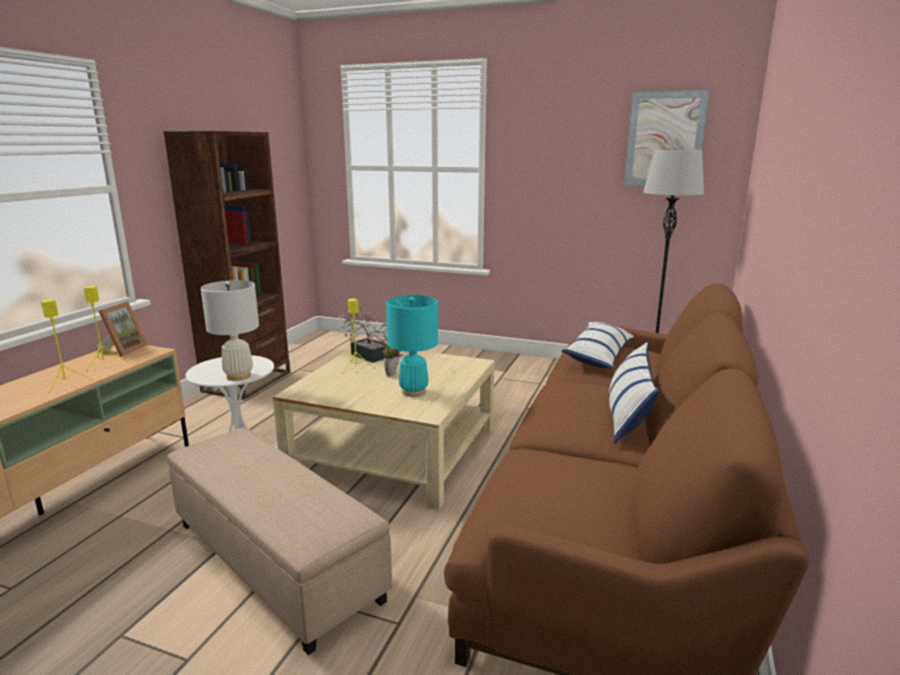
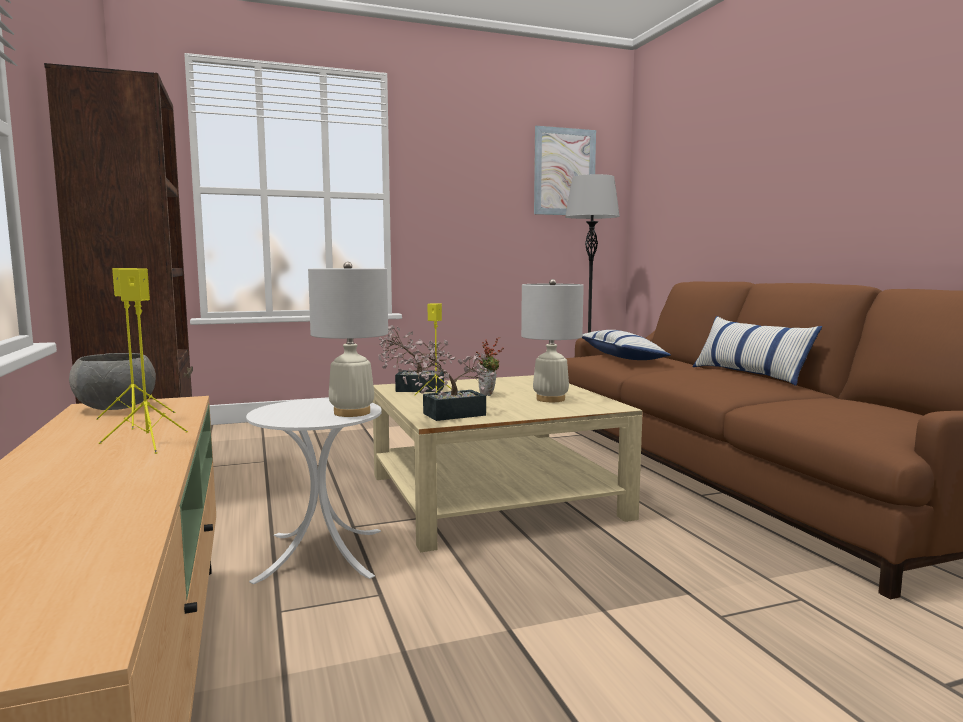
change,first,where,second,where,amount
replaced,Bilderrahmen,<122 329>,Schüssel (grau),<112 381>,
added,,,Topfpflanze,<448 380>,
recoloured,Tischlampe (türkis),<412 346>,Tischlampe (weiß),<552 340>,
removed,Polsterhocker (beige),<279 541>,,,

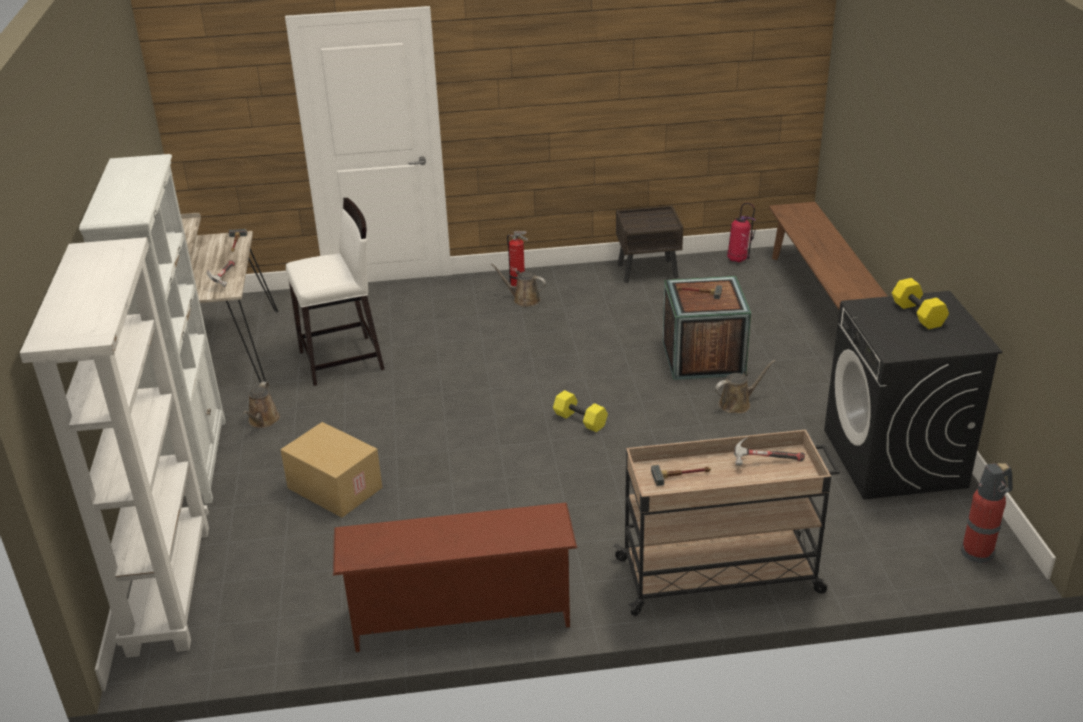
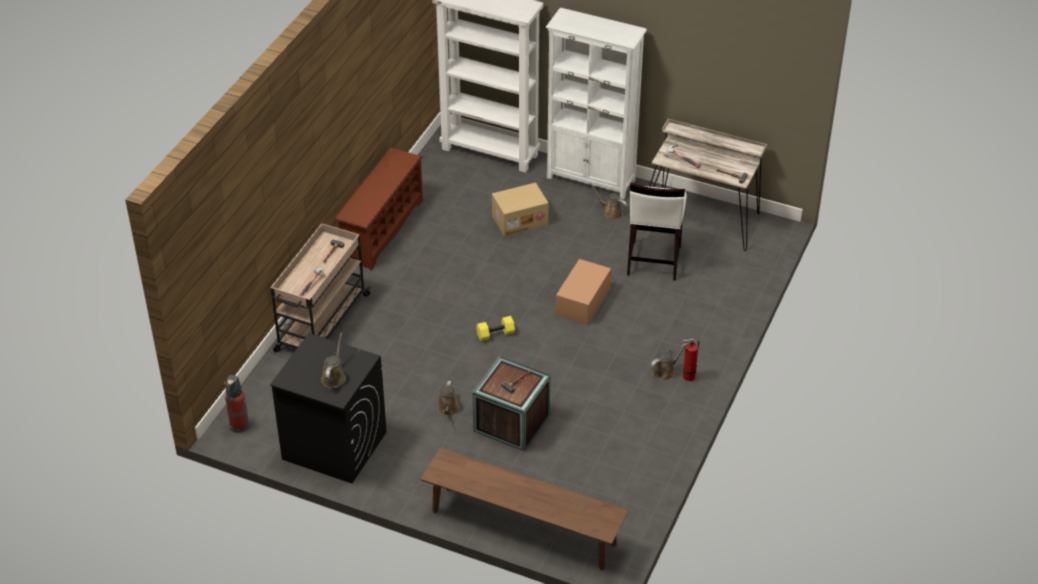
change,first,where,second,where,amount
replaced,Hantel (gelb),<920 303>,Gießkanne (braun),<333 360>,
added,,,Karton,<583 292>,
removed,Nachttisch (braun),<649 244>,,,
removed,Feuerlöscher,<741 232>,,,

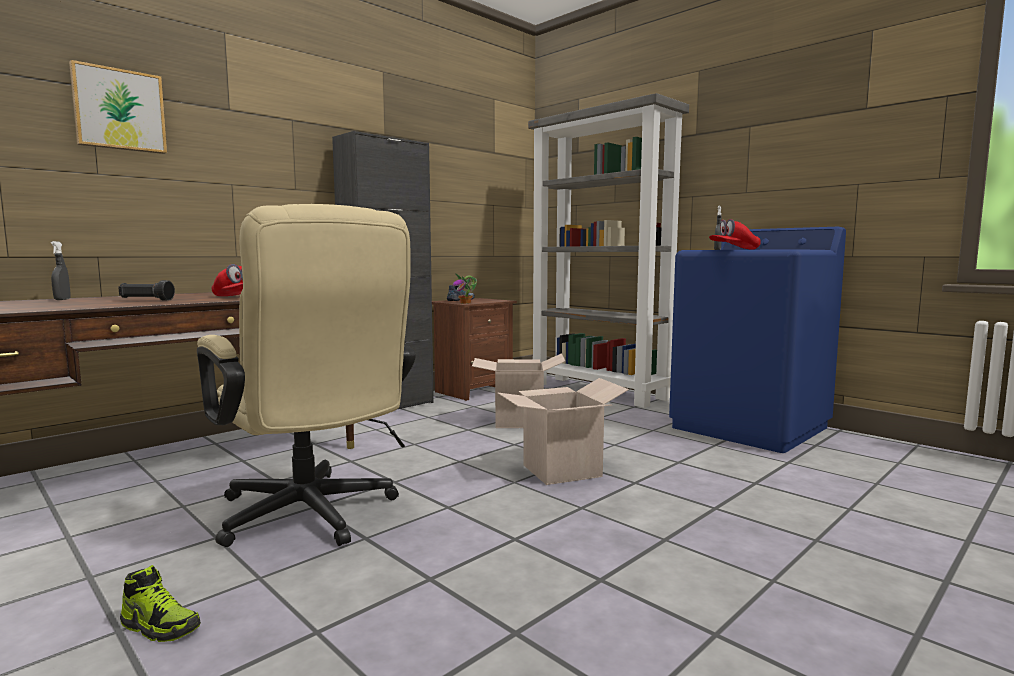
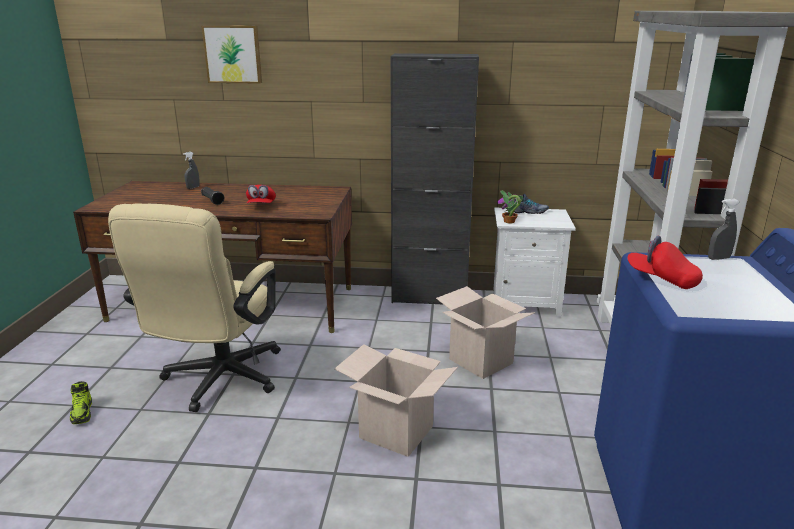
change,first,where,second,where,amount
recoloured,Nachttisch (braun),<474 349>,Nachttisch (weiß),<534 262>,

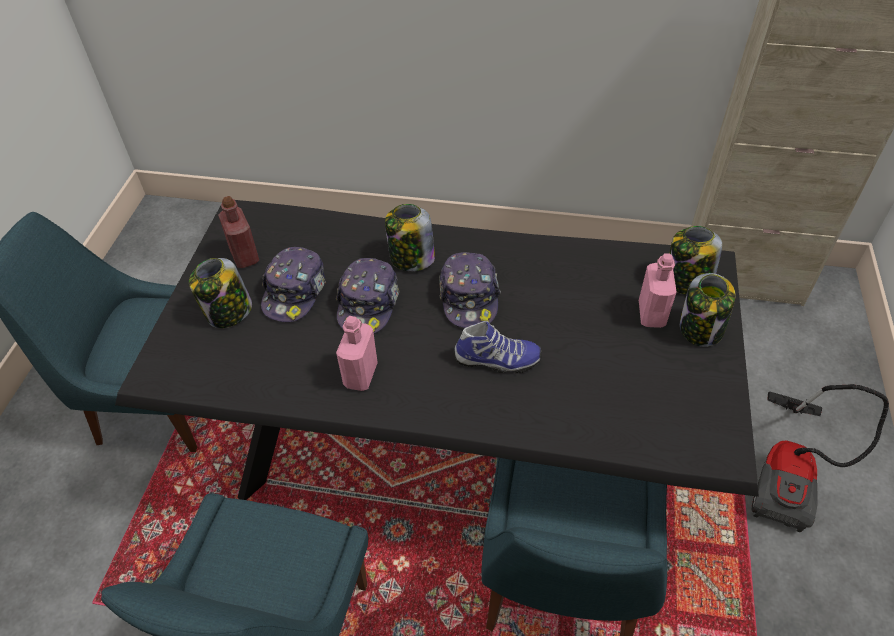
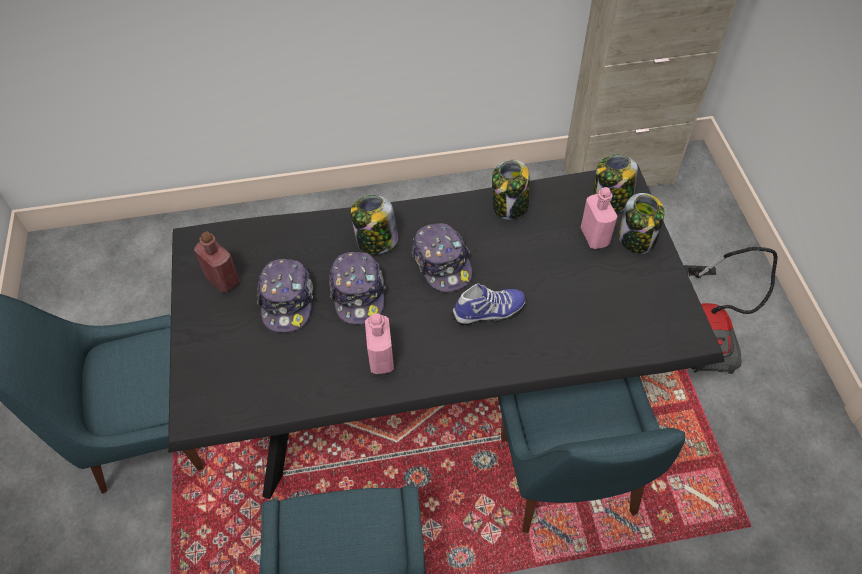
change,first,where,second,where,amount
moved,Vorratsglas,<220 293>,,<510 190>,

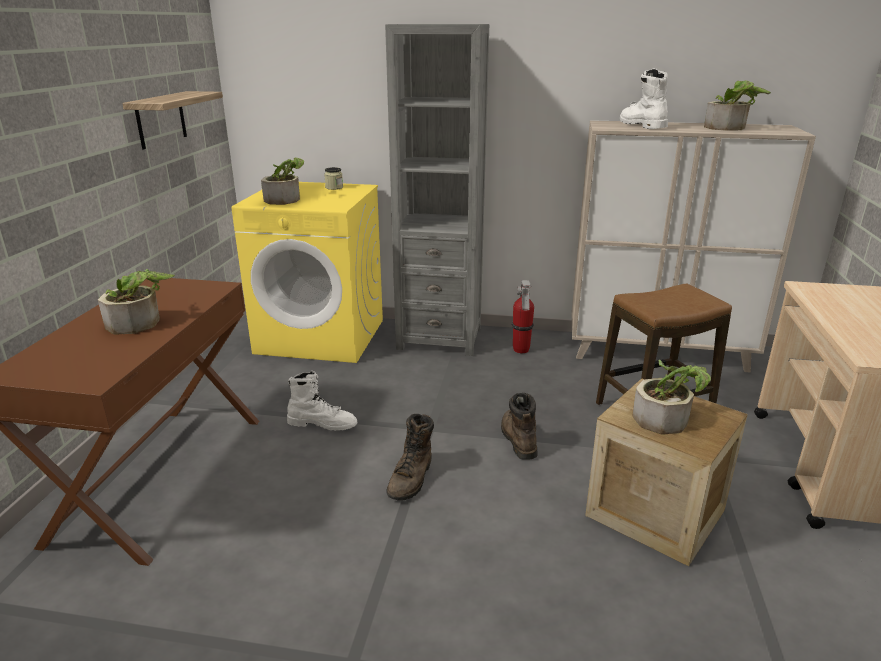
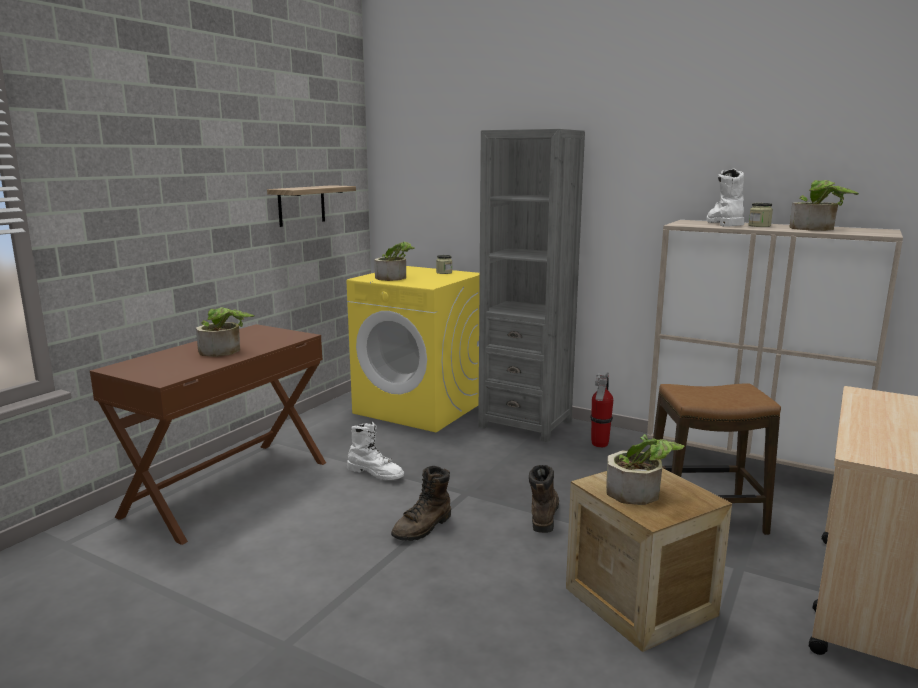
change,first,where,second,where,amount
added,,,Vorratsglas,<761 215>,

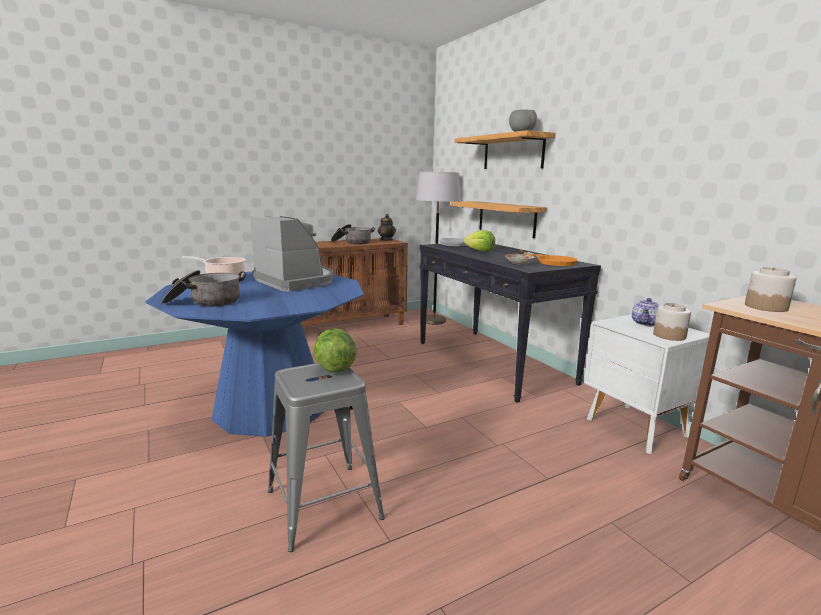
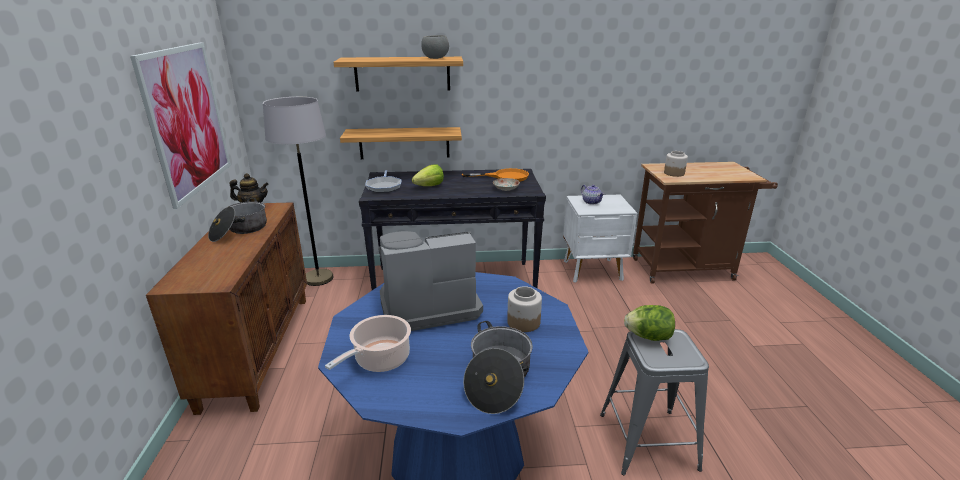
change,first,where,second,where,amount
added,,,Bild,<180 125>,
moved,Vorratsglas,<672 322>,,<524 309>,

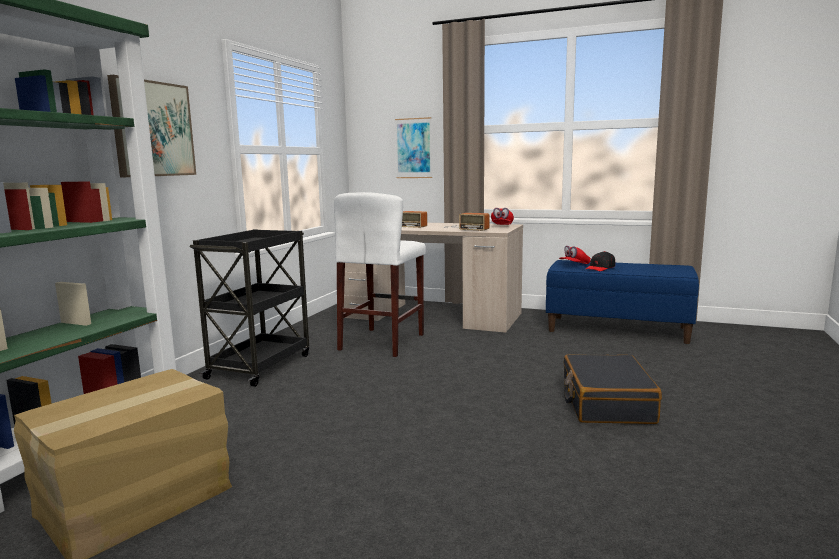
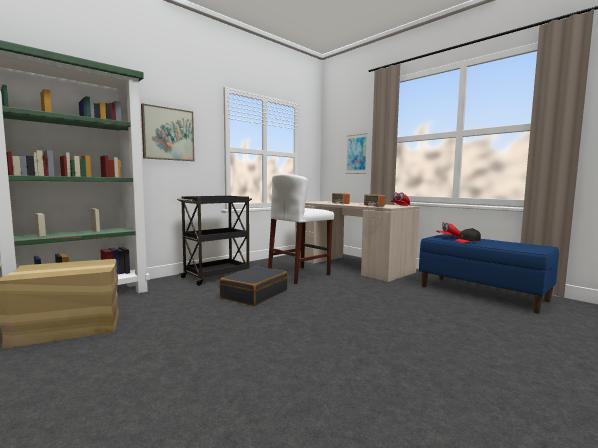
change,first,where,second,where,amount
moved,Koffer (schwarz),<613 389>,,<254 286>,

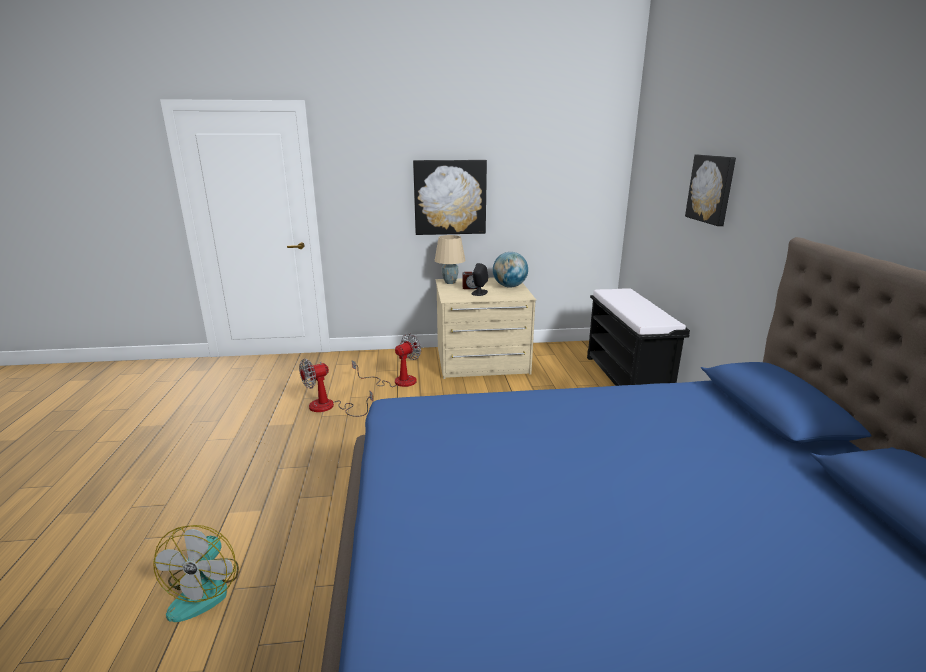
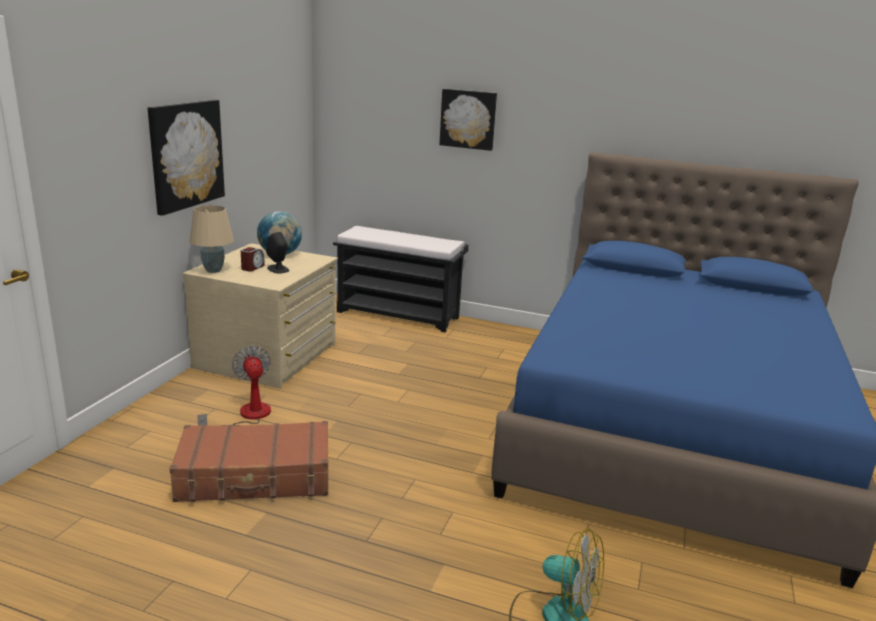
change,first,where,second,where,amount
replaced,Ventilator,<336 388>,Koffer (braun),<248 461>,

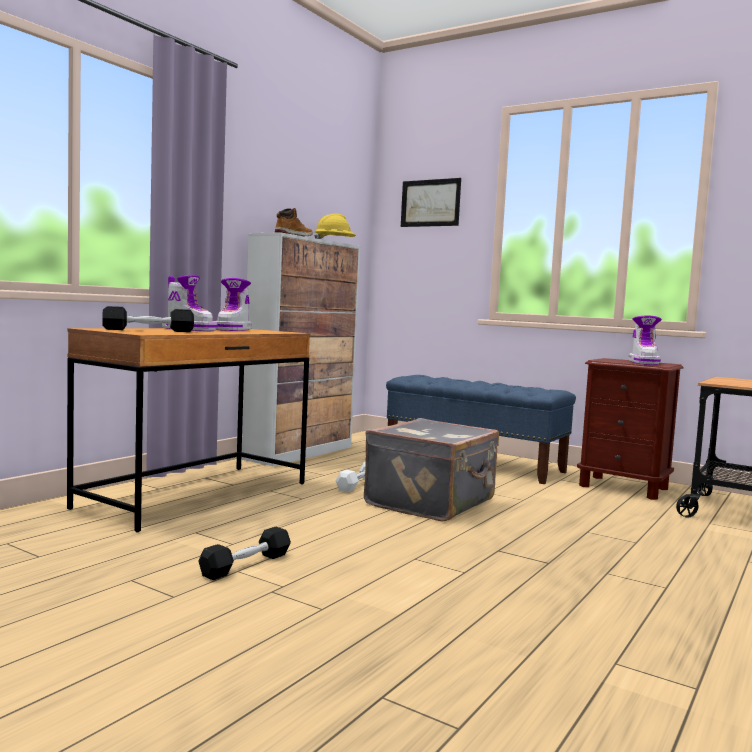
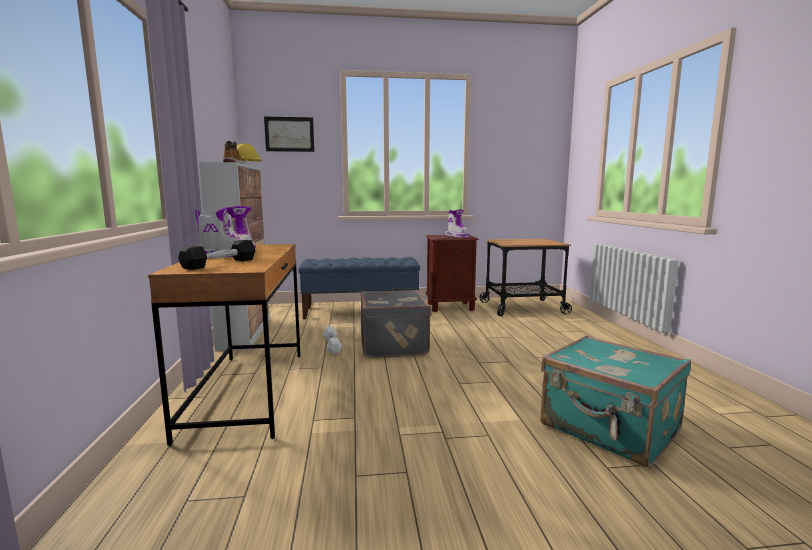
change,first,where,second,where,amount
added,,,Koffer (türkis),<616 401>,
removed,Hantel (schwarz),<244 553>,,,

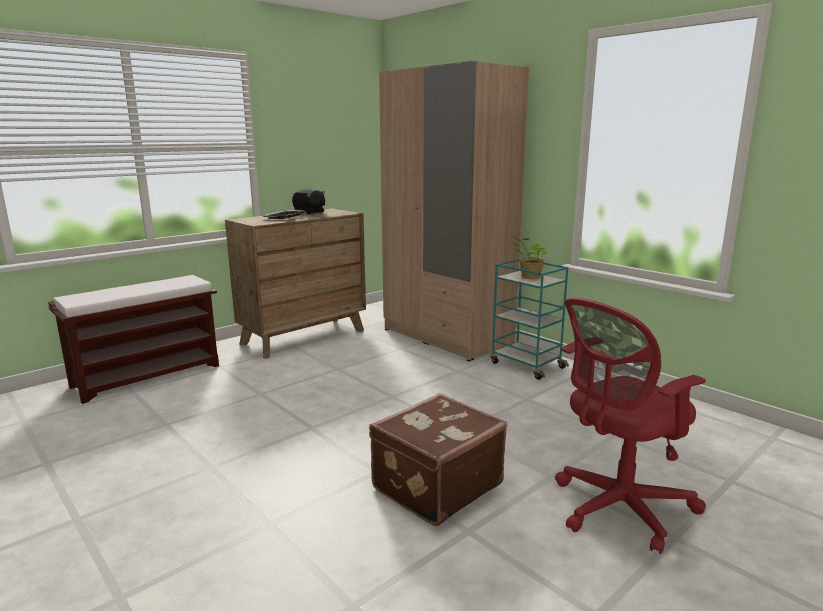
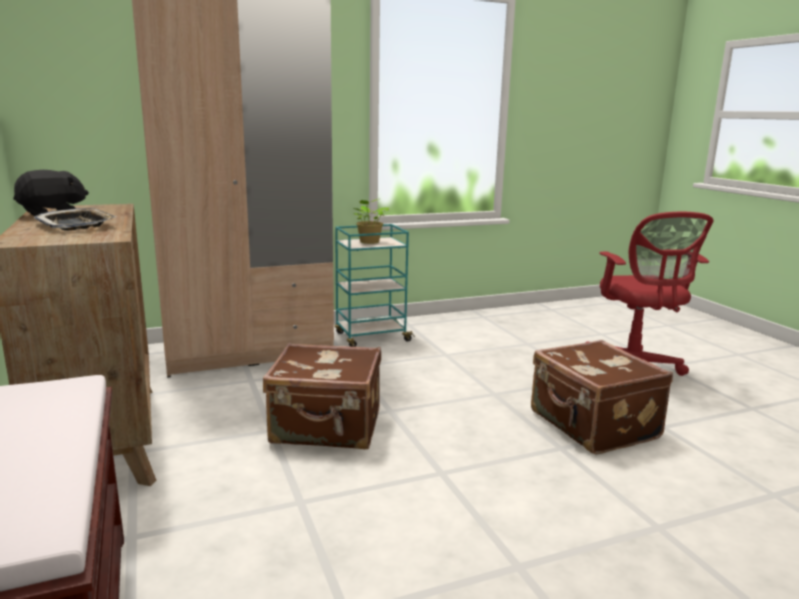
change,first,where,second,where,amount
added,,,Koffer (braun),<322 396>,

